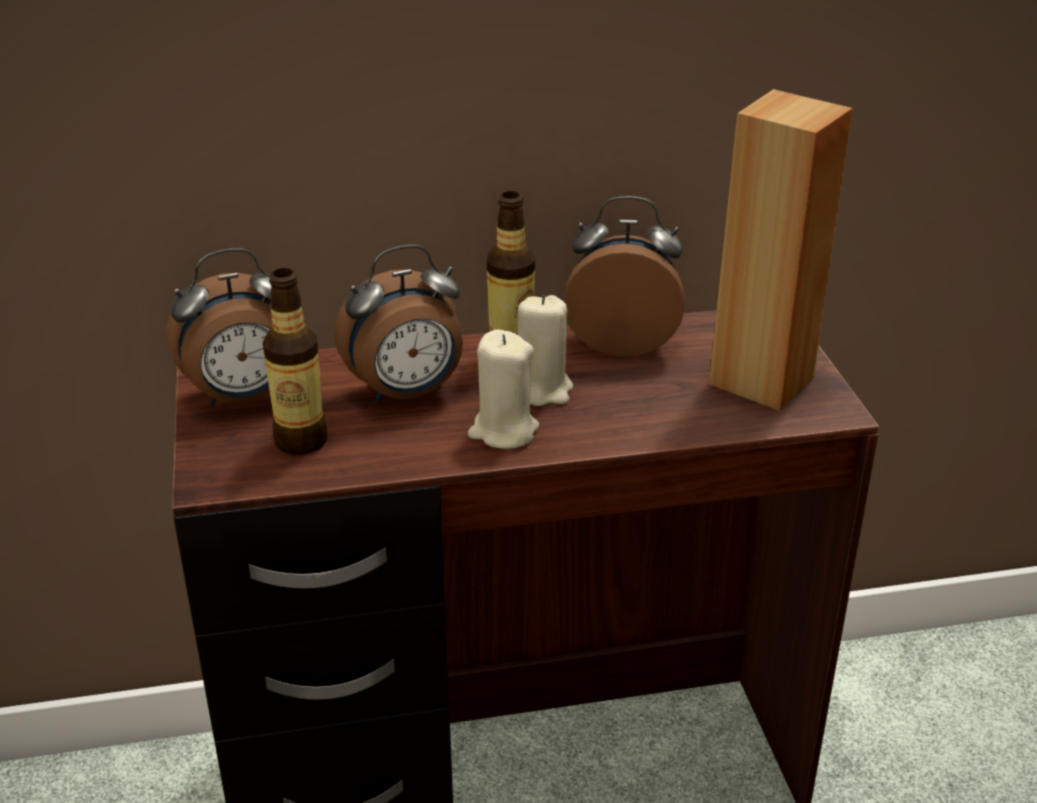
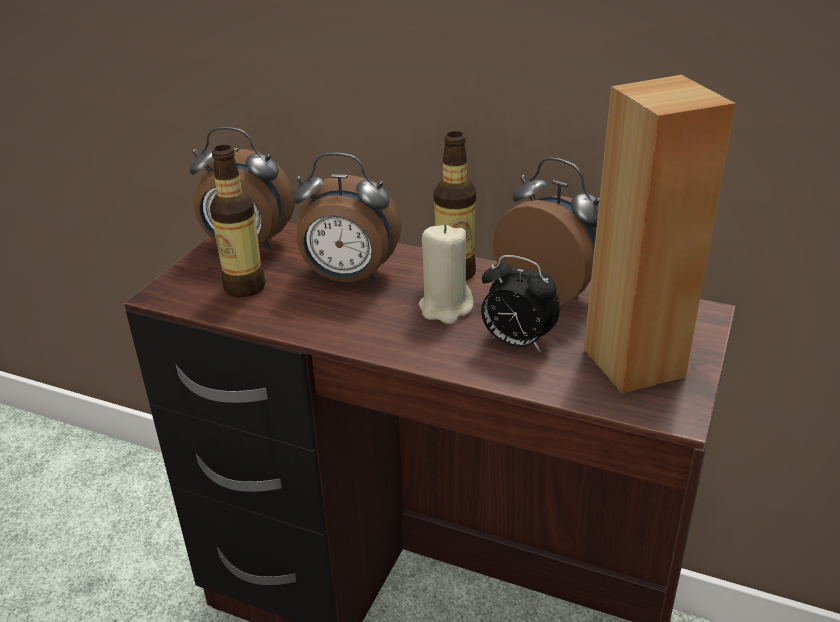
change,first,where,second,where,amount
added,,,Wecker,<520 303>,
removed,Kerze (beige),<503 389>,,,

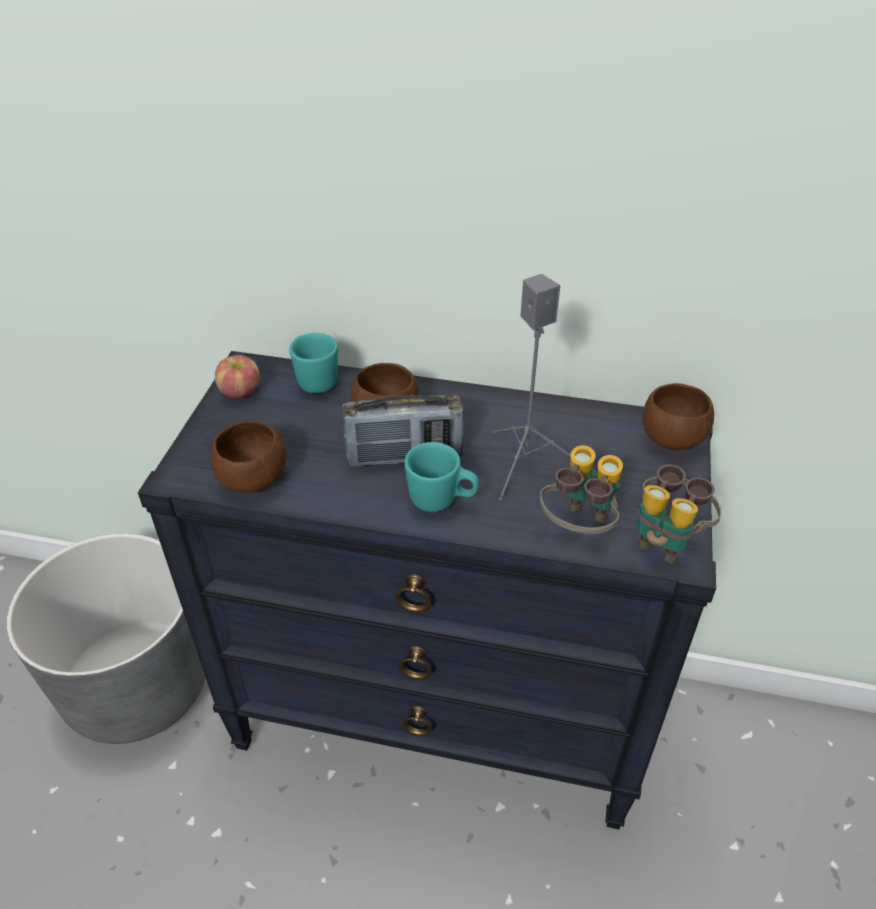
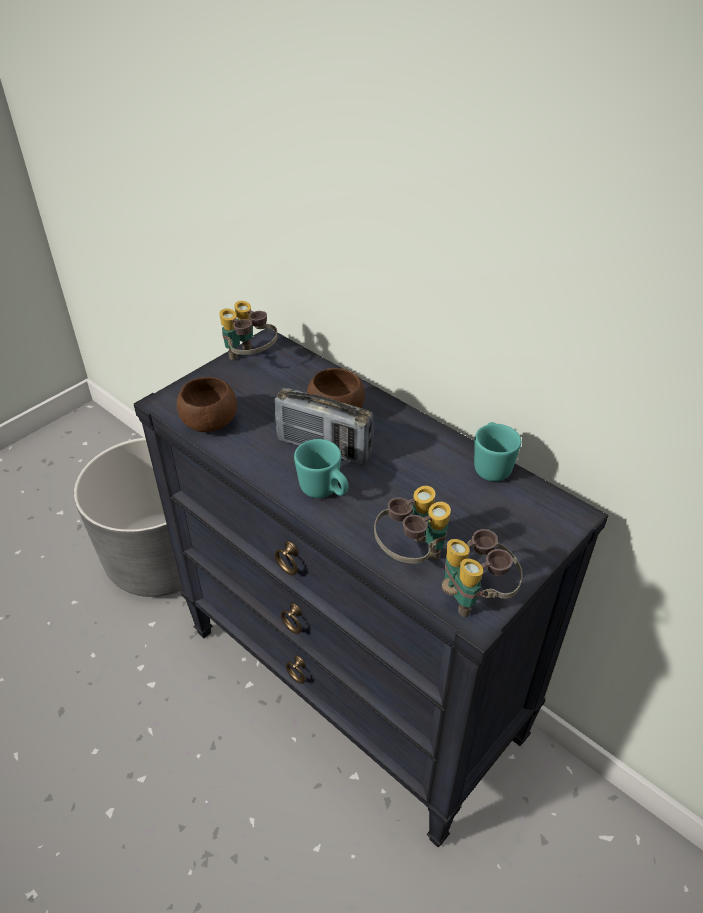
change,first,where,second,where,amount
replaced,Apfel,<237 377>,Fernglas,<248 330>,
moved,Henkelbecher (türkis),<313 363>,,<497 452>,
removed,Lautsprecher (grau),<531 387>,,,
removed,Schüssel (braun),<678 416>,,,

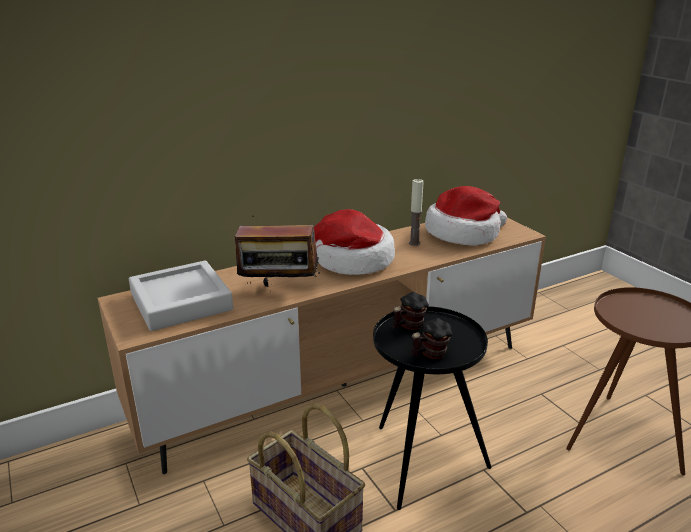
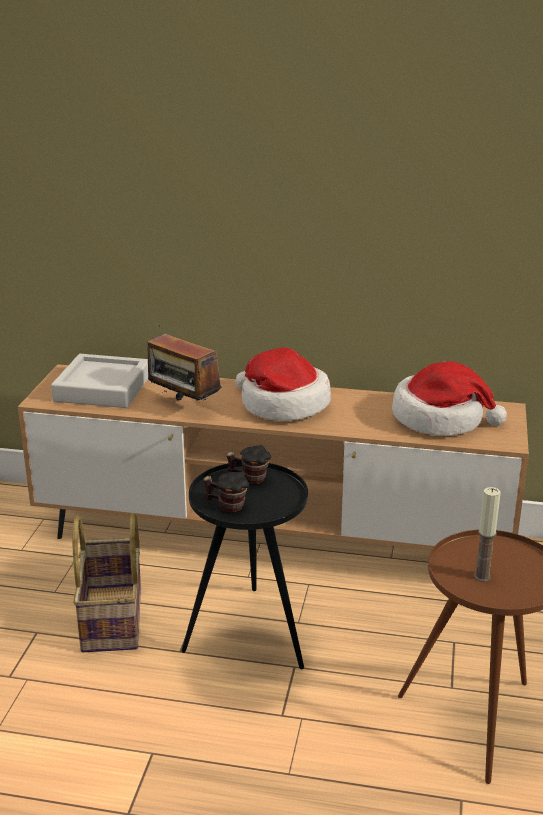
change,first,where,second,where,amount
moved,Kerze,<416 212>,,<487 534>,

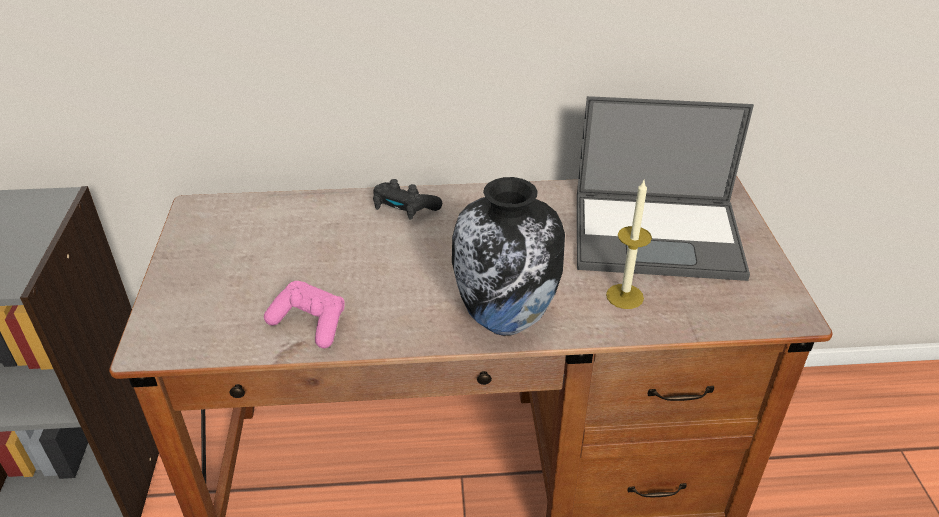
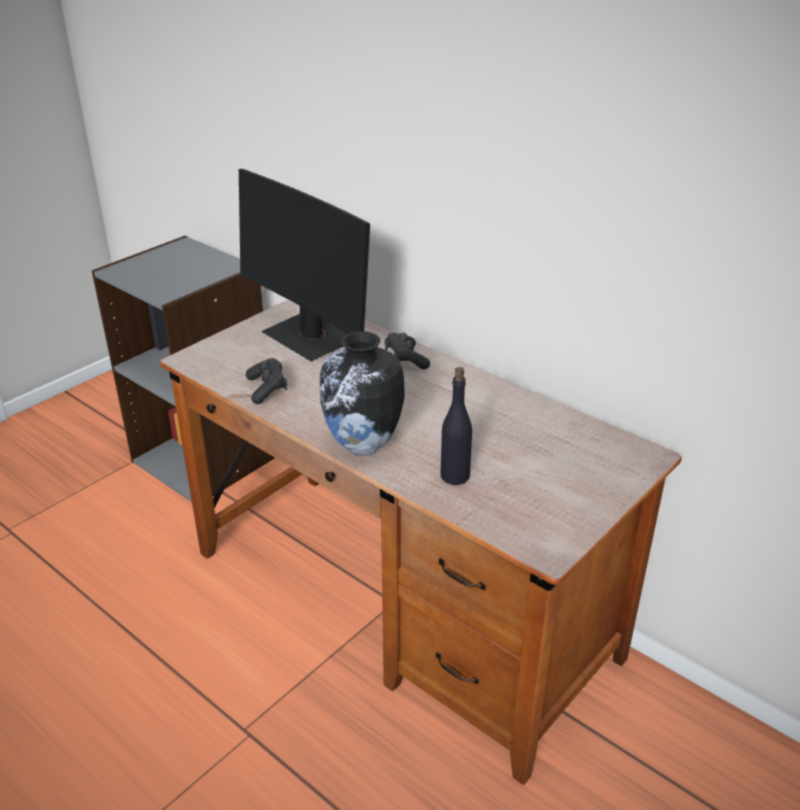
change,first,where,second,where,amount
added,,,Monitor,<304 265>,
recoloured,Gamepad (rosa),<304 315>,Gamepad (schwarz),<266 381>,
replaced,Kerze,<629 244>,Flasche (schwarz),<456 426>,
removed,Laptop,<665 188>,,,

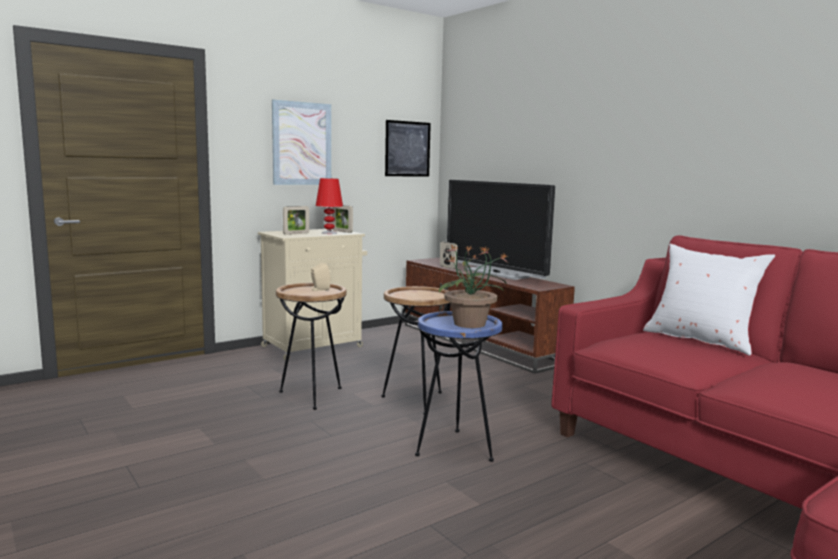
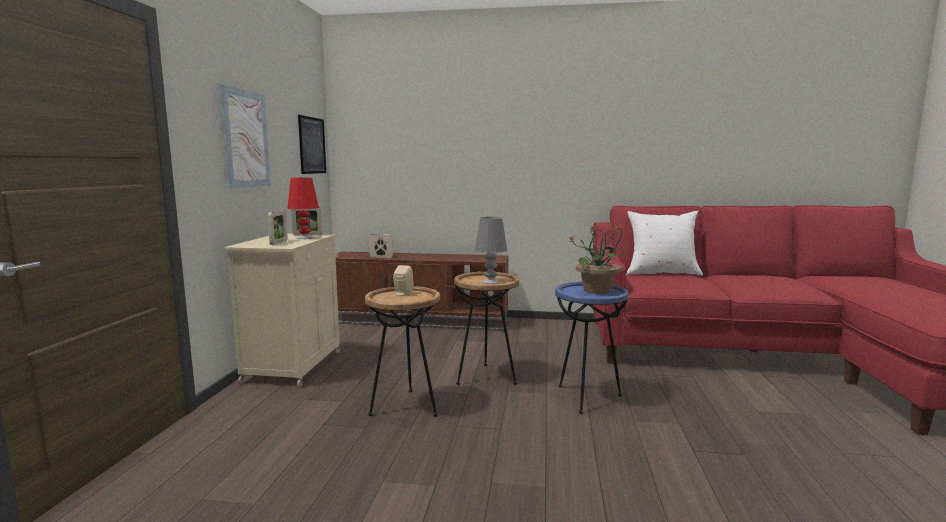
change,first,where,second,where,amount
added,,,Tischlampe (grau),<491 250>,
removed,Fernseher,<501 230>,,,

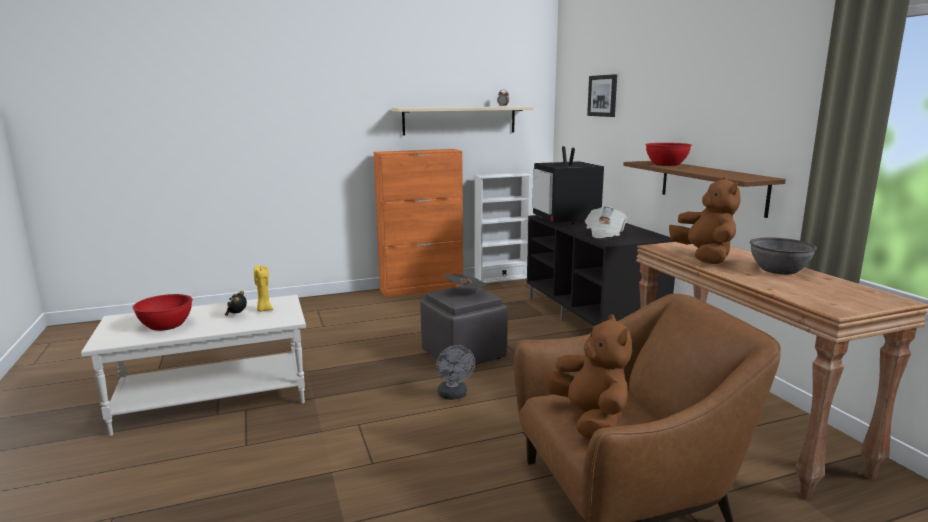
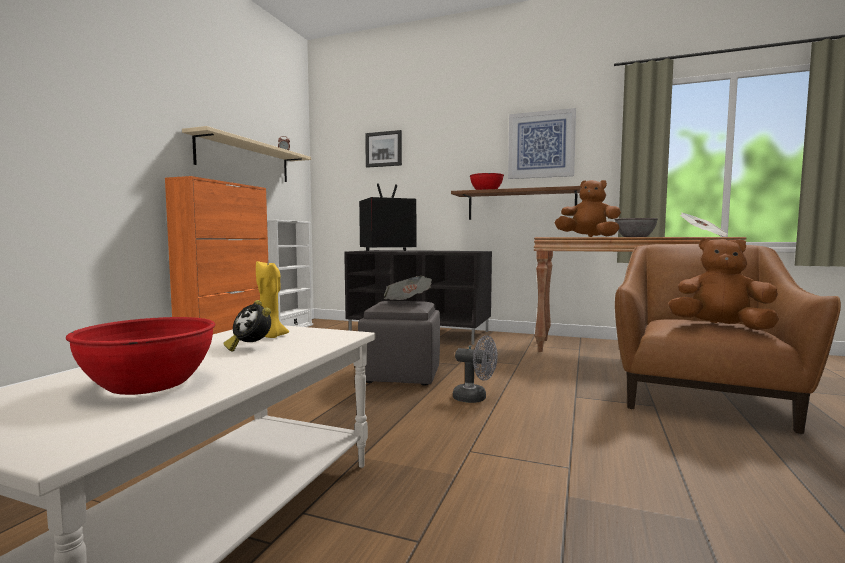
change,first,where,second,where,amount
turned,Fernseher,<568 185>,,<387 217>,135 degrees clockwise
added,,,Bild,<542 143>,
moved,Zeitung,<606 222>,,<704 225>,

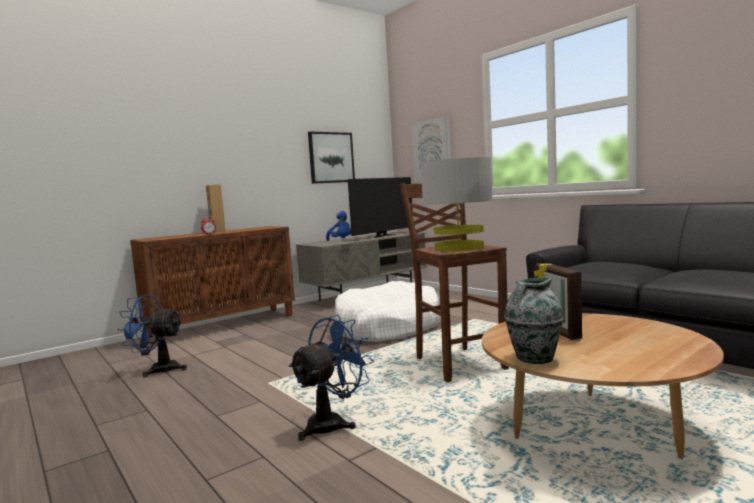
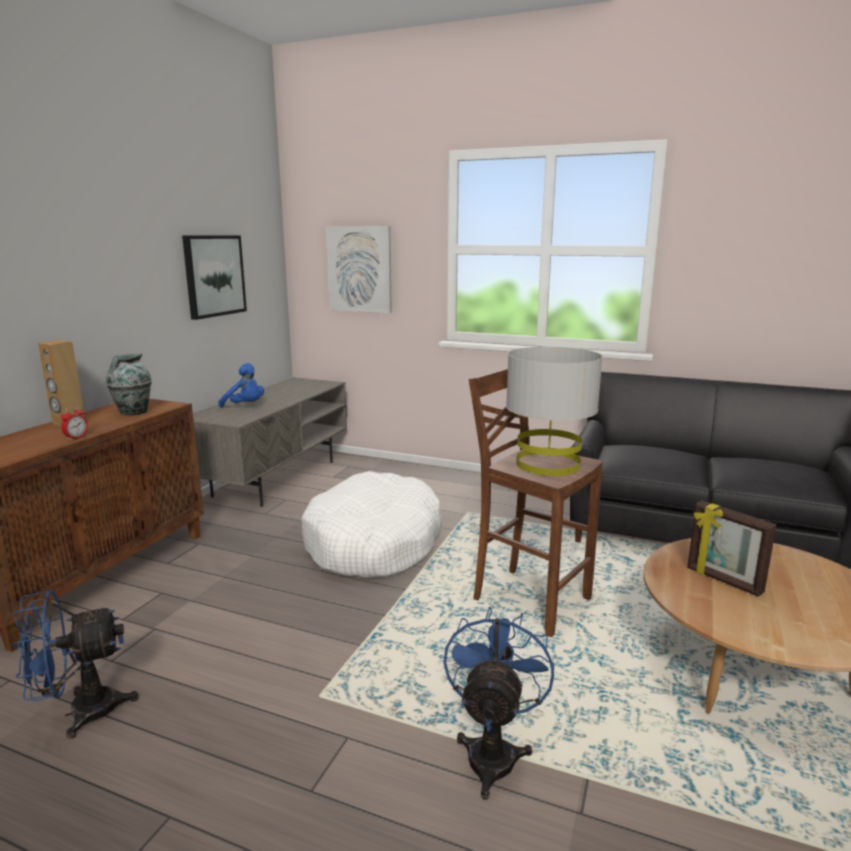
change,first,where,second,where,amount
moved,Vase,<534 321>,,<129 384>,
removed,Fernseher,<380 207>,,,

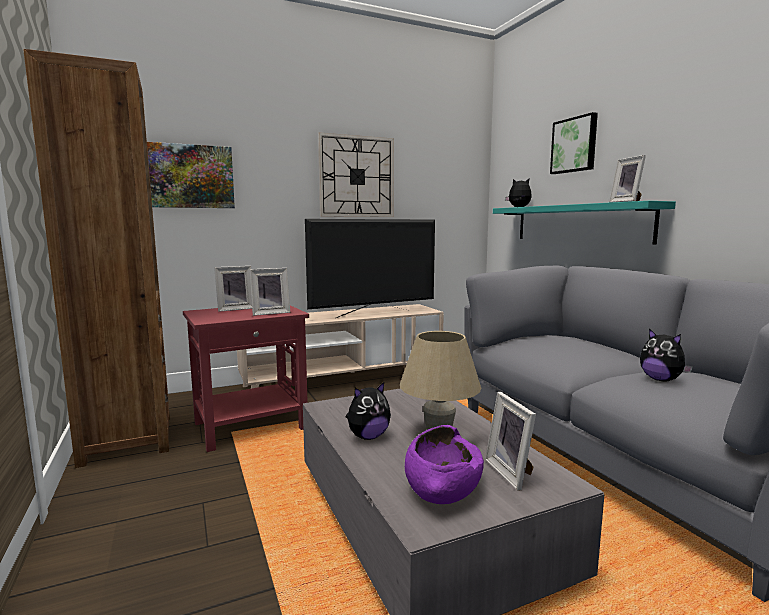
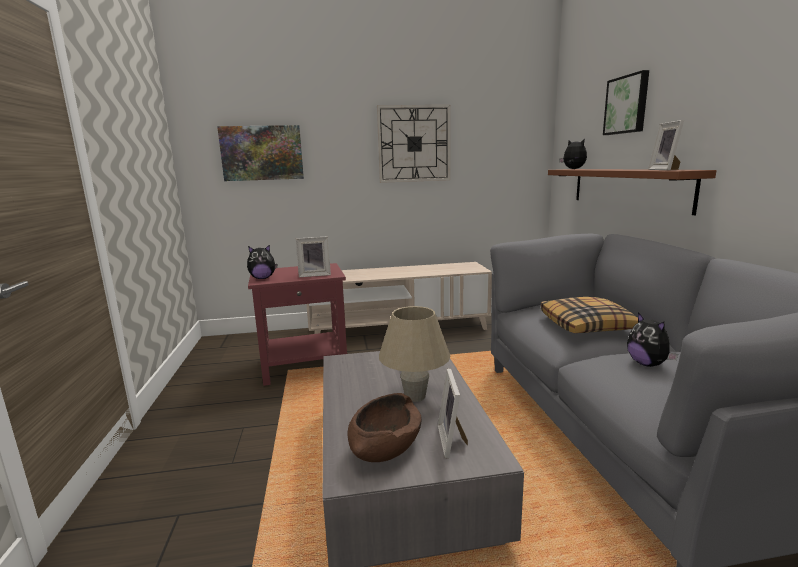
change,first,where,second,where,amount
moved,Plüschtier,<368 411>,,<262 262>,
recoloured,Schüssel (lila),<444 464>,Schüssel (braun),<384 427>,
added,,,Kissen,<589 315>,
recoloured,Wandregal (türkis),<584 223>,Wandregal (braun),<632 192>,
removed,Bücherregal (braun),<96 258>,,,
removed,Bilderrahmen,<233 289>,,,
removed,Fernseher,<370 268>,,,

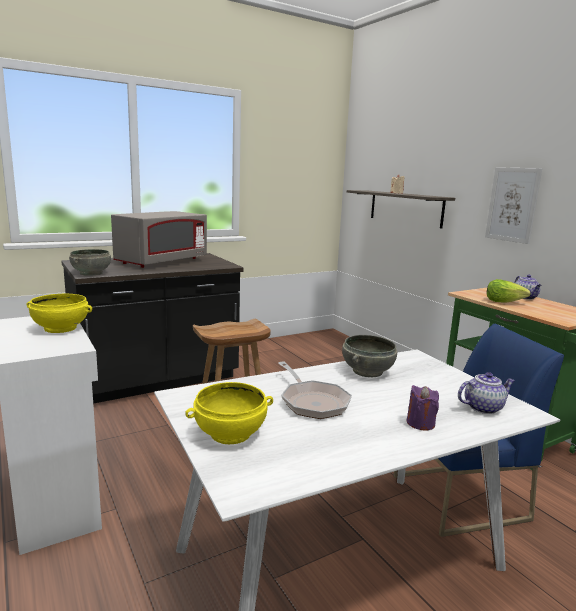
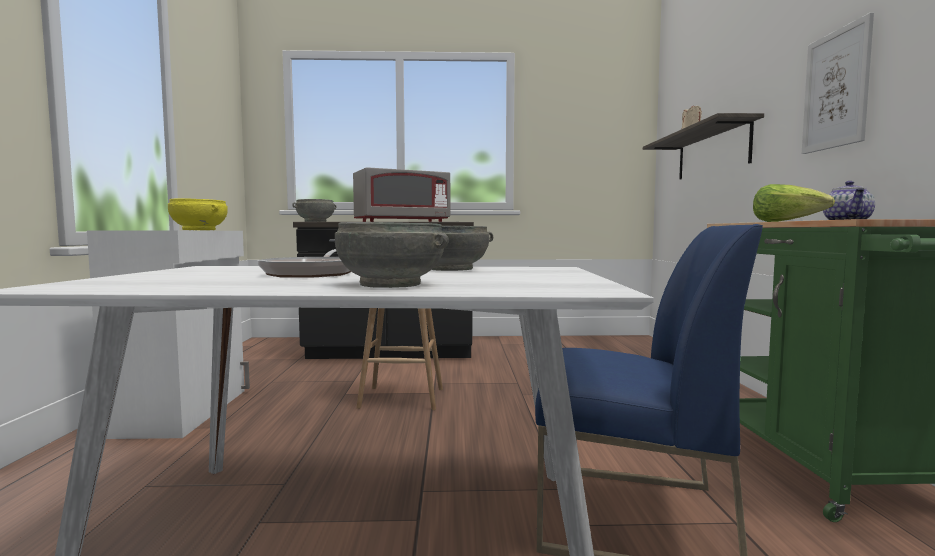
change,first,where,second,where,amount
replaced,Kerze (lila),<422 408>,Schüssel (grau),<392 255>,
removed,Schüssel (gelb),<229 413>,,,
removed,Teekanne,<486 393>,,,

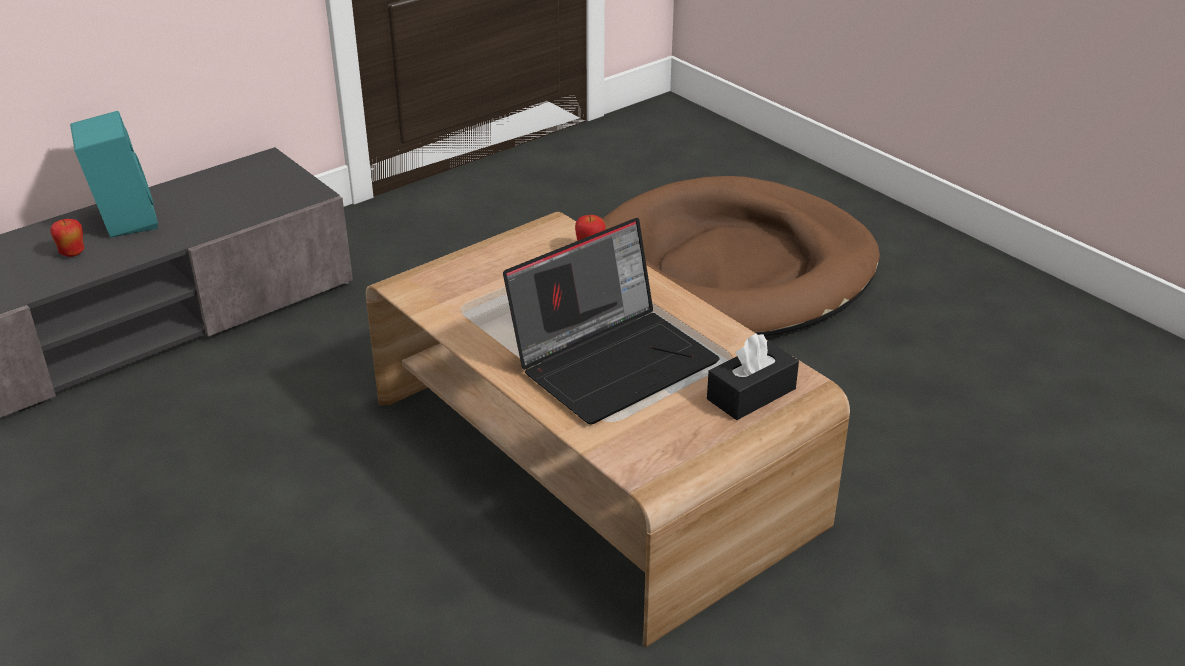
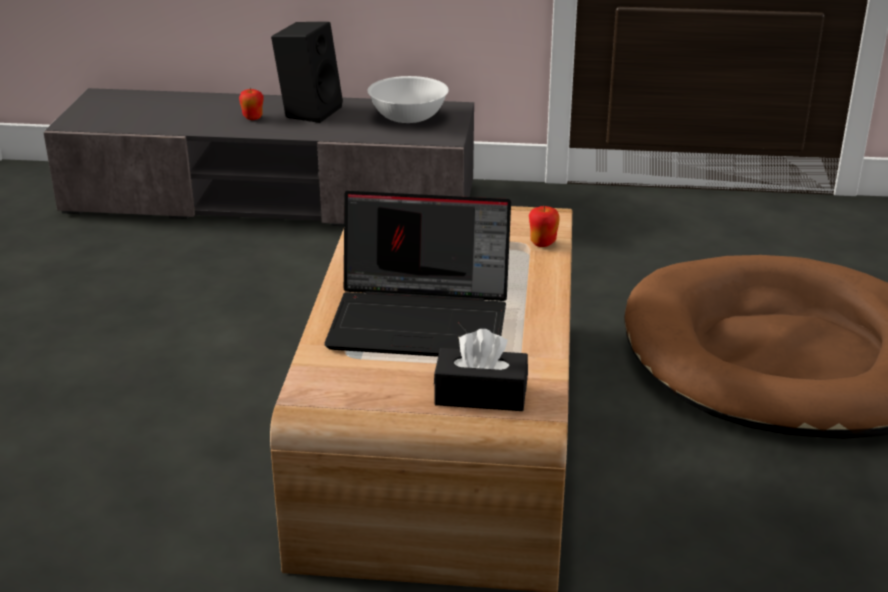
change,first,where,second,where,amount
recoloured,Lautsprecher (türkis),<114 174>,Lautsprecher (schwarz),<307 72>,
added,,,Schüssel (weiß),<408 99>,

